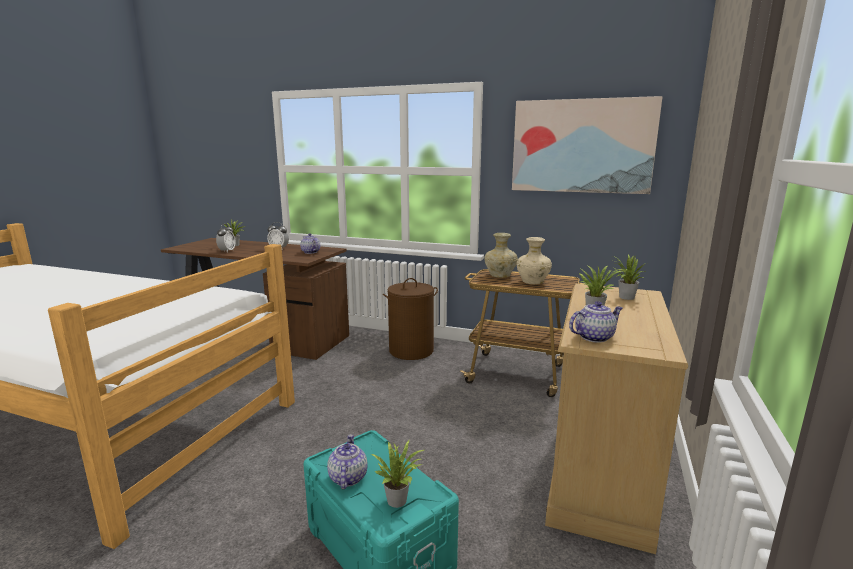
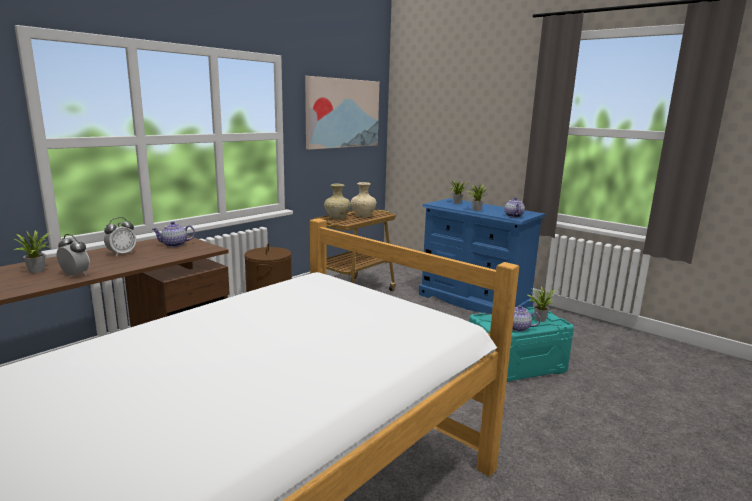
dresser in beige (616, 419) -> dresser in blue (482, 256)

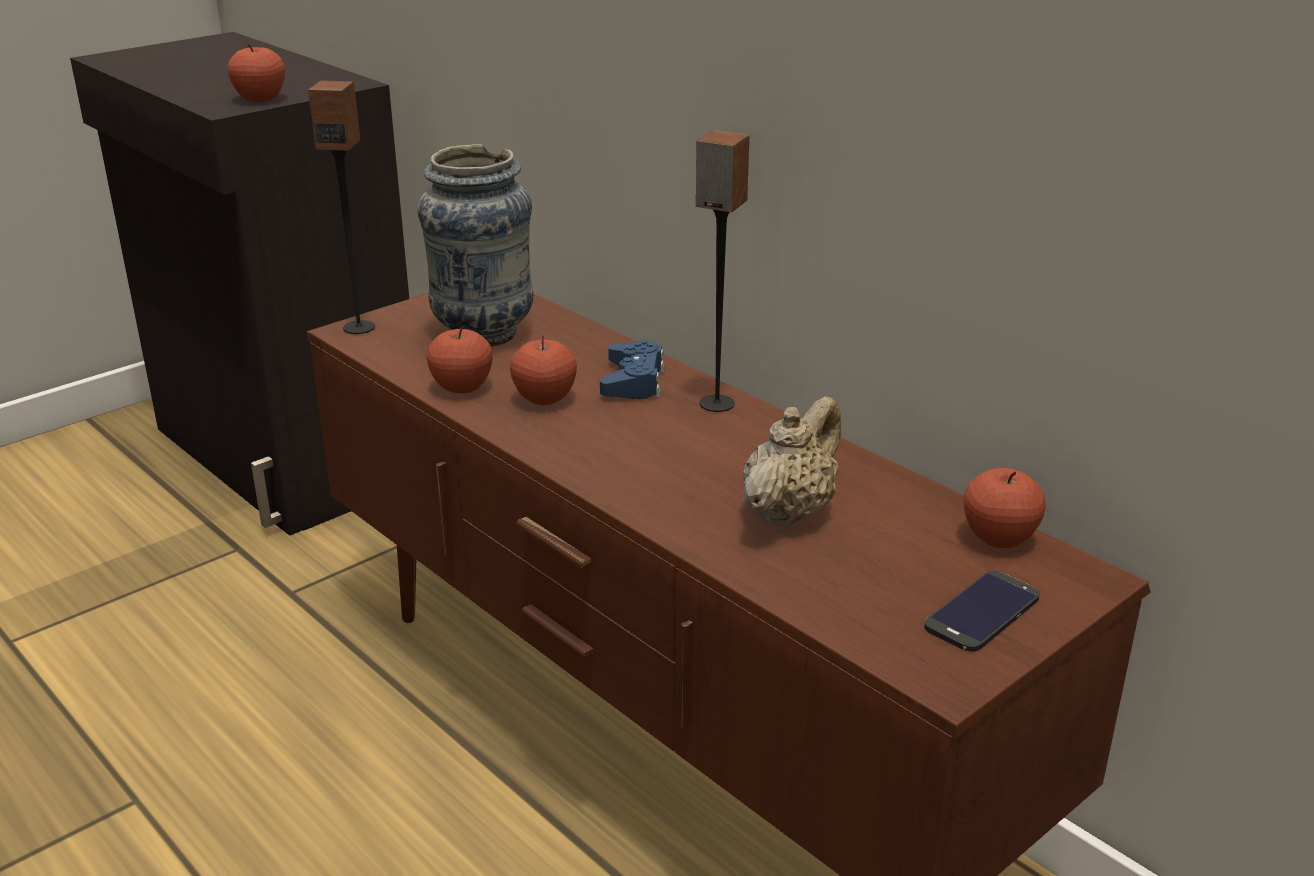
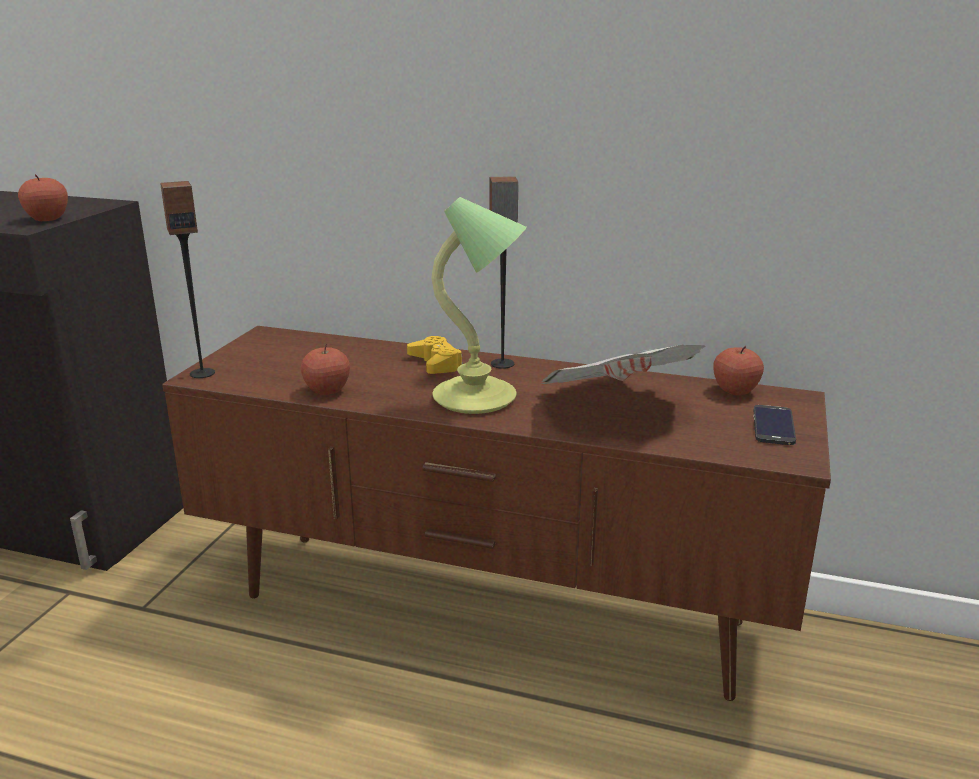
vase (475, 245) -> none
apple (543, 370) -> none
game controller in blue (632, 369) -> game controller in yellow (435, 355)
teapot in beige (792, 462) -> newspaper (623, 364)
none -> table lamp (479, 305)

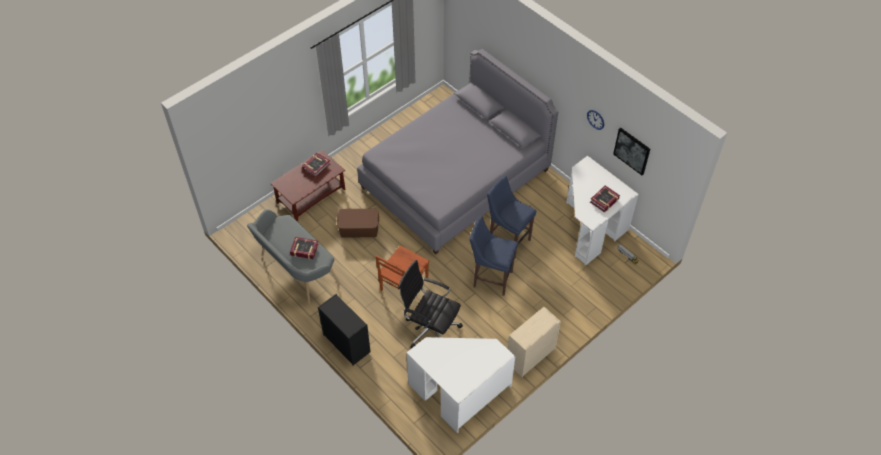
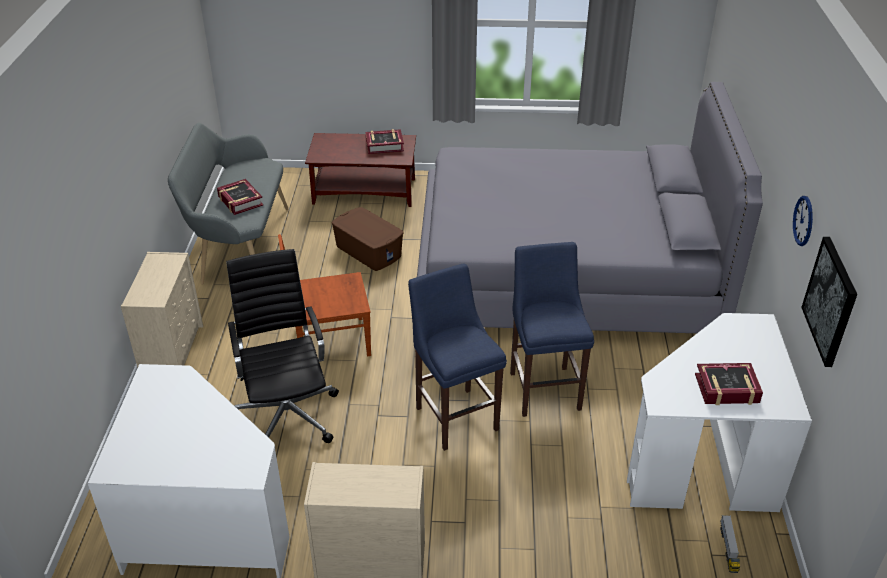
dresser in black (344, 329) -> dresser in beige (162, 310)

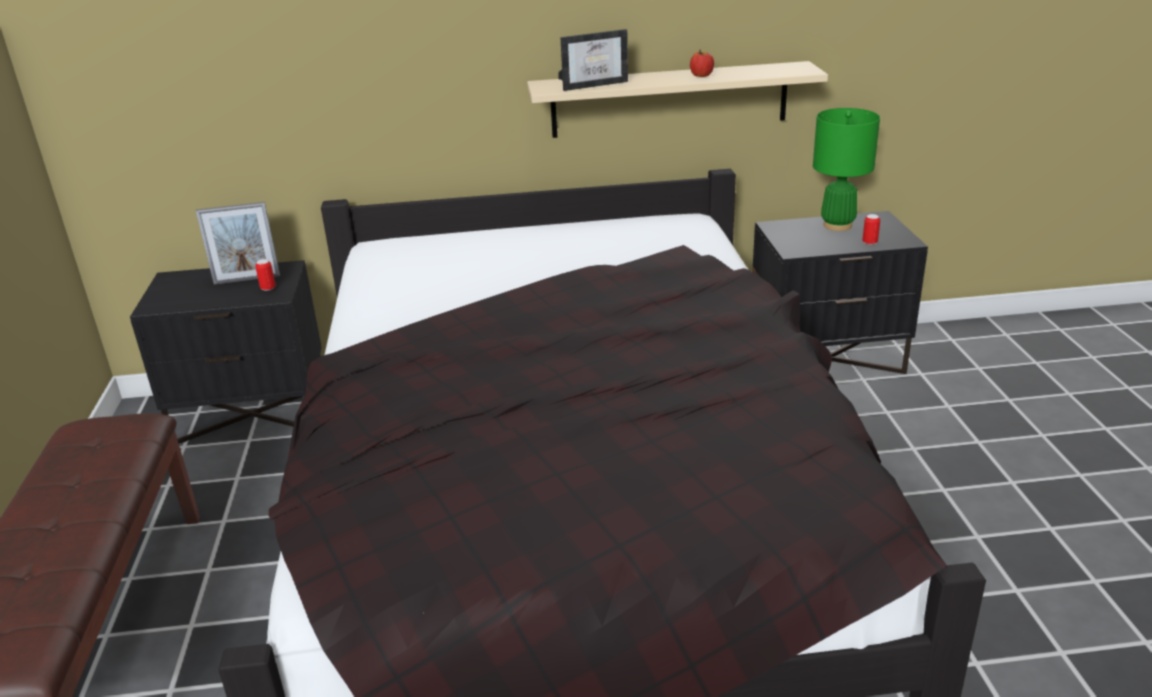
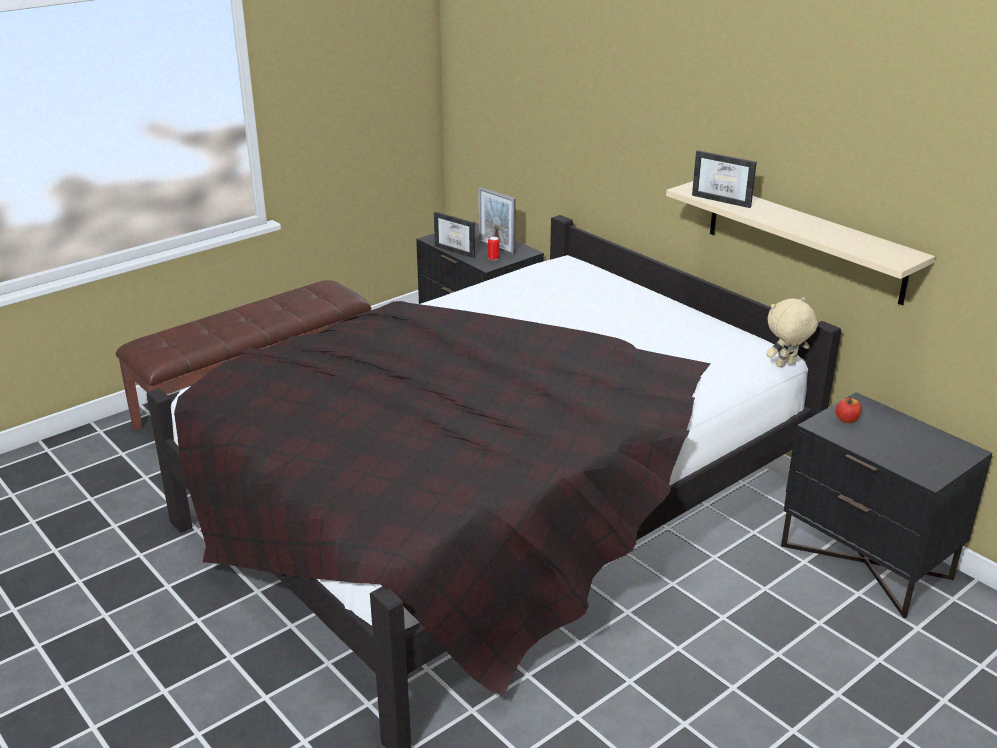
apple (702, 63) -> apple (849, 410), shifted
table lamp in green (846, 169) -> none
can (871, 229) -> none
none -> picture frame (454, 235)
none -> plush toy in beige (792, 332)

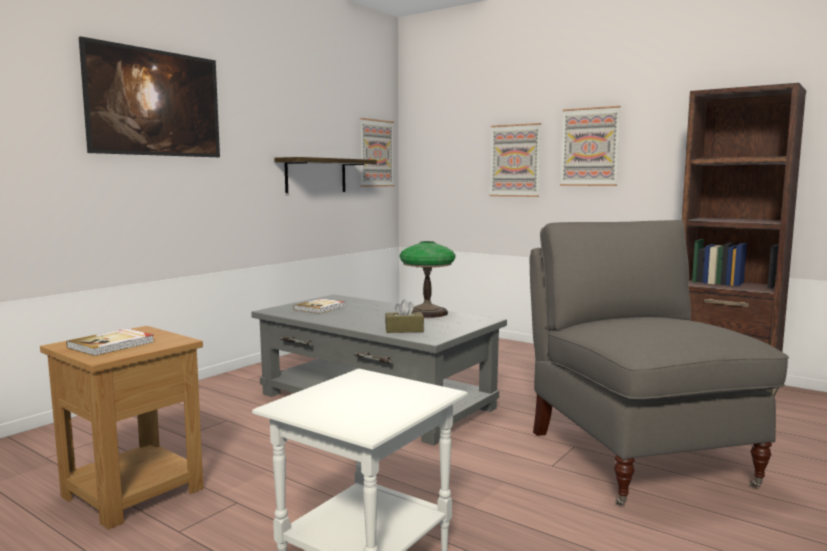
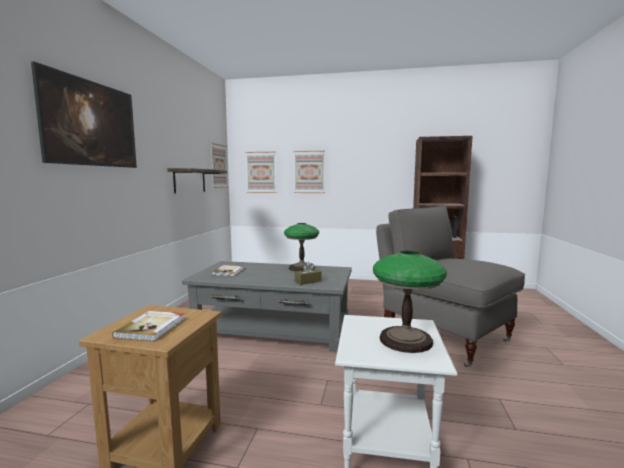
picture (590, 146) -> picture (260, 172), shifted
none -> table lamp (410, 302)

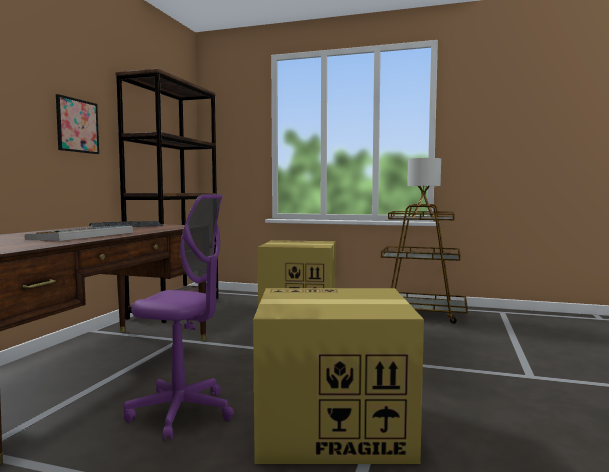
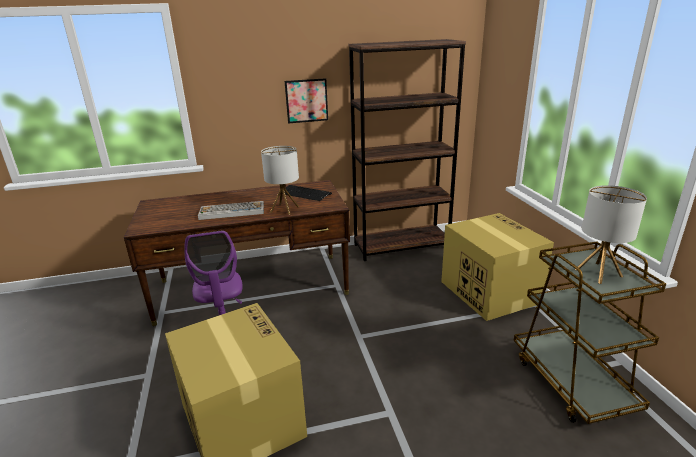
none -> table lamp (280, 180)

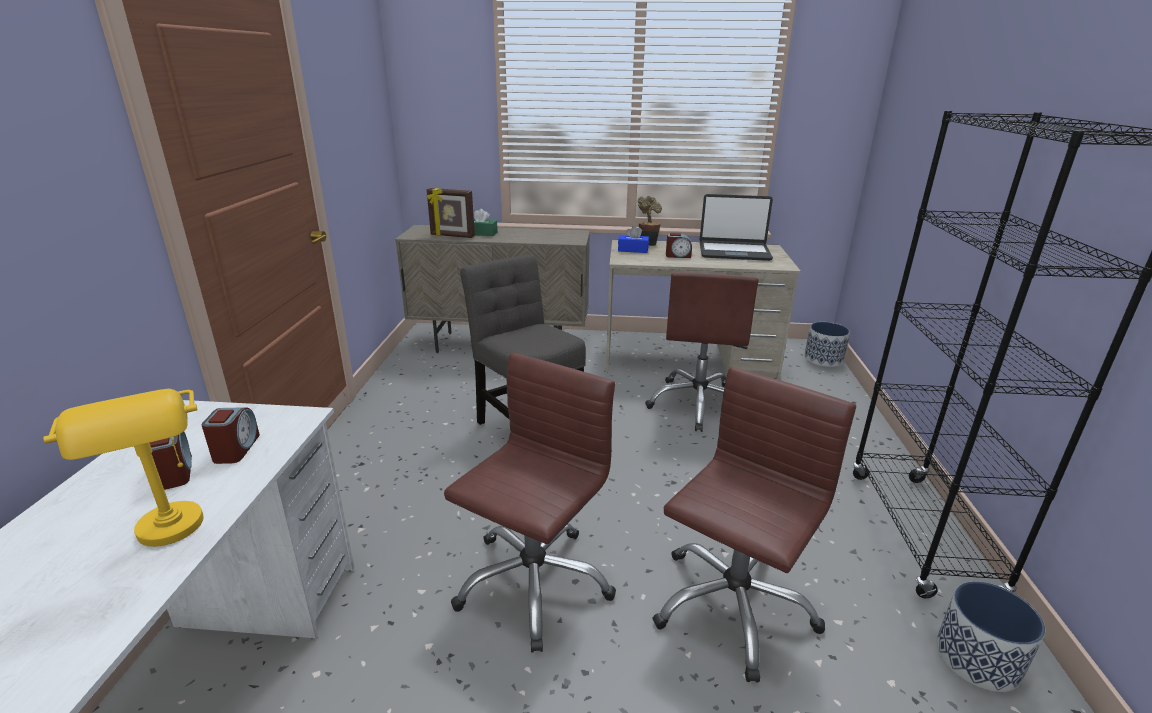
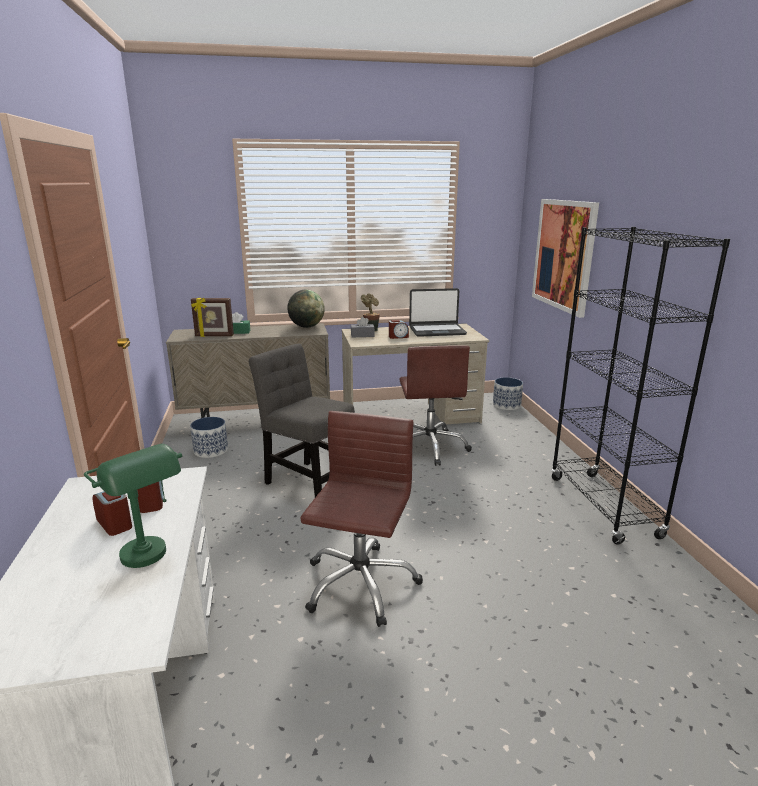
tissue box in blue (633, 239) -> tissue box in grey (363, 327)
office chair in brown (754, 524) -> none
table lamp in yellow (123, 468) -> table lamp in green (133, 506)
planter (990, 636) -> planter (209, 437), shifted
none -> picture (565, 258)
none -> globe (306, 309)

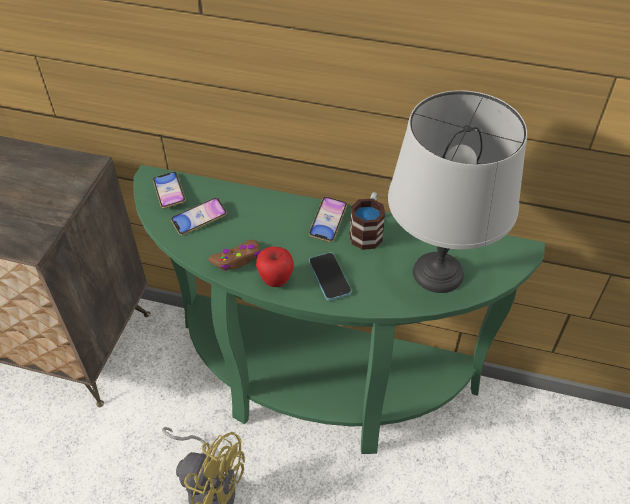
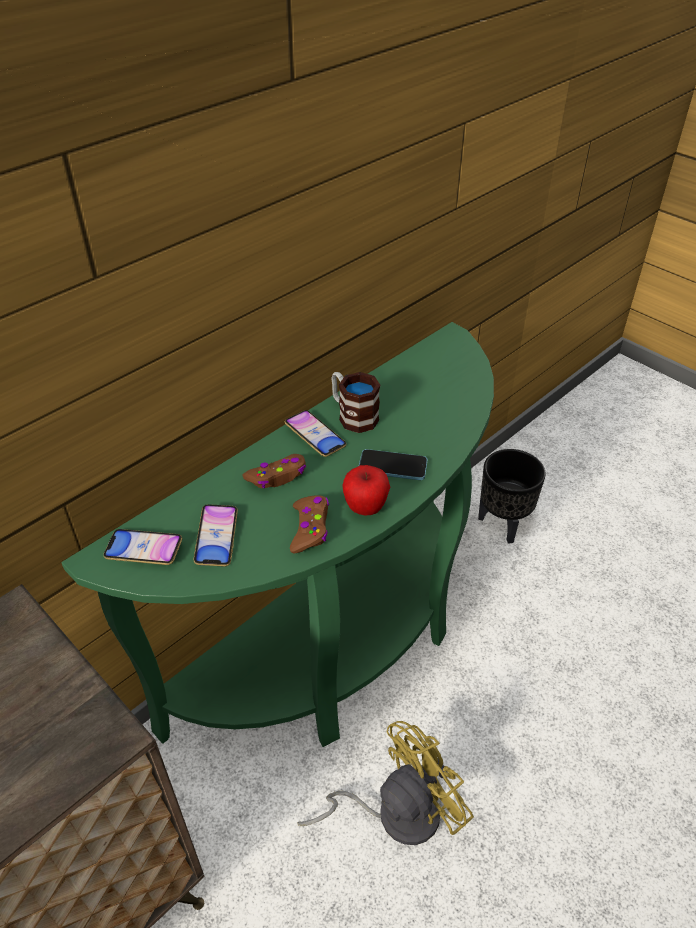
table lamp in grey (457, 191) -> none
none -> planter in black (512, 496)
none -> game controller in brown (274, 471)

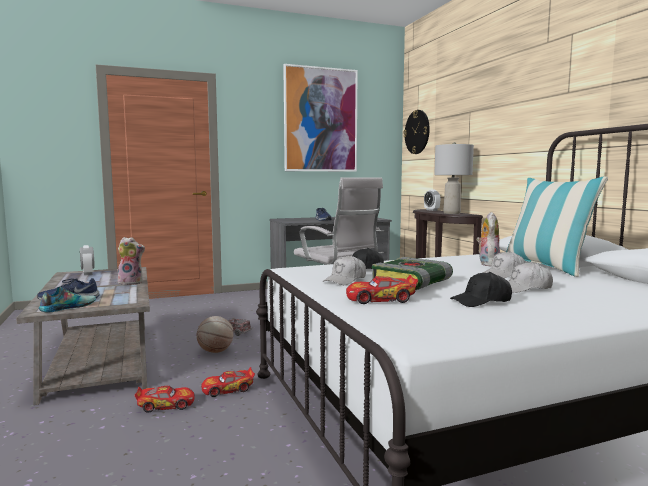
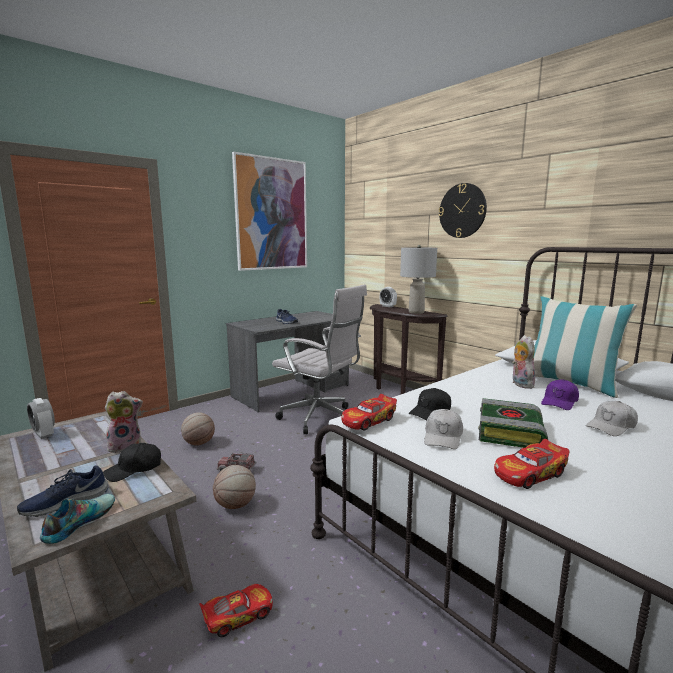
wall clock (417, 132) -> wall clock (463, 210), shifted
cap in white (504, 264) -> cap in purple (560, 394)
cap in black (481, 289) -> cap in black (132, 462), shifted
toy car (228, 382) -> toy car (369, 412), shifted
none -> basketball (198, 429)

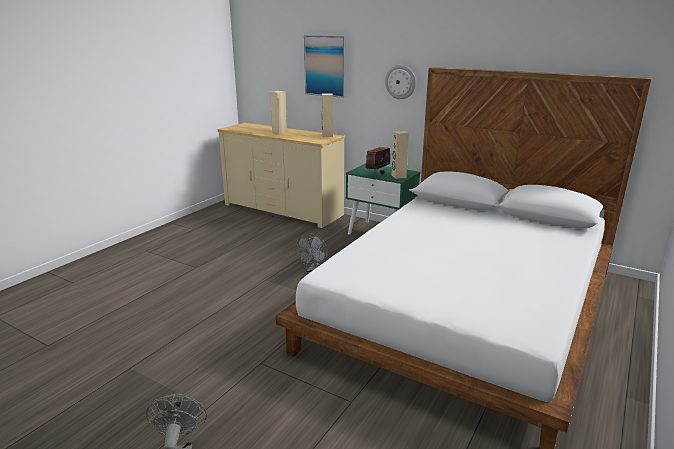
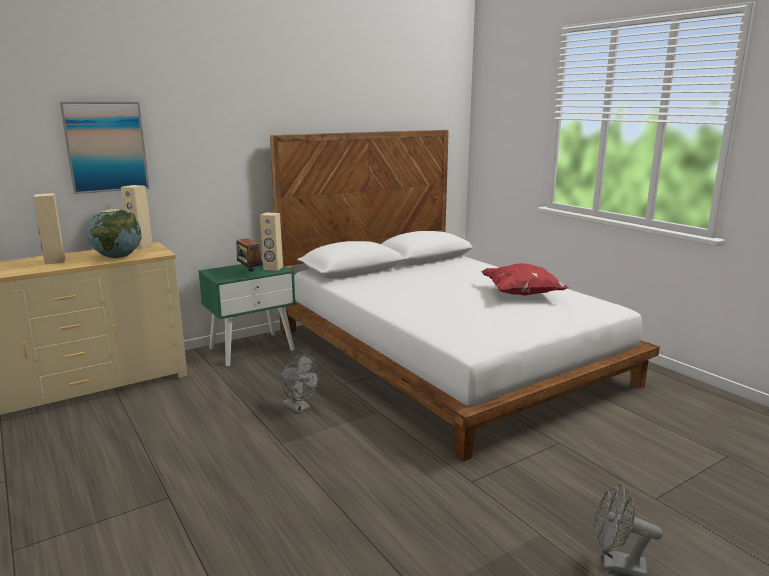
wall clock (400, 82) -> none
none -> globe (114, 233)
none -> pillow in red (525, 279)

